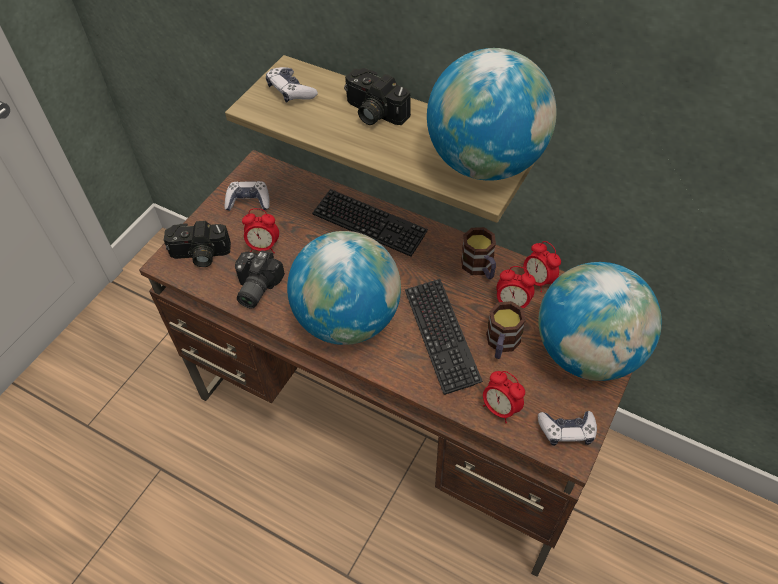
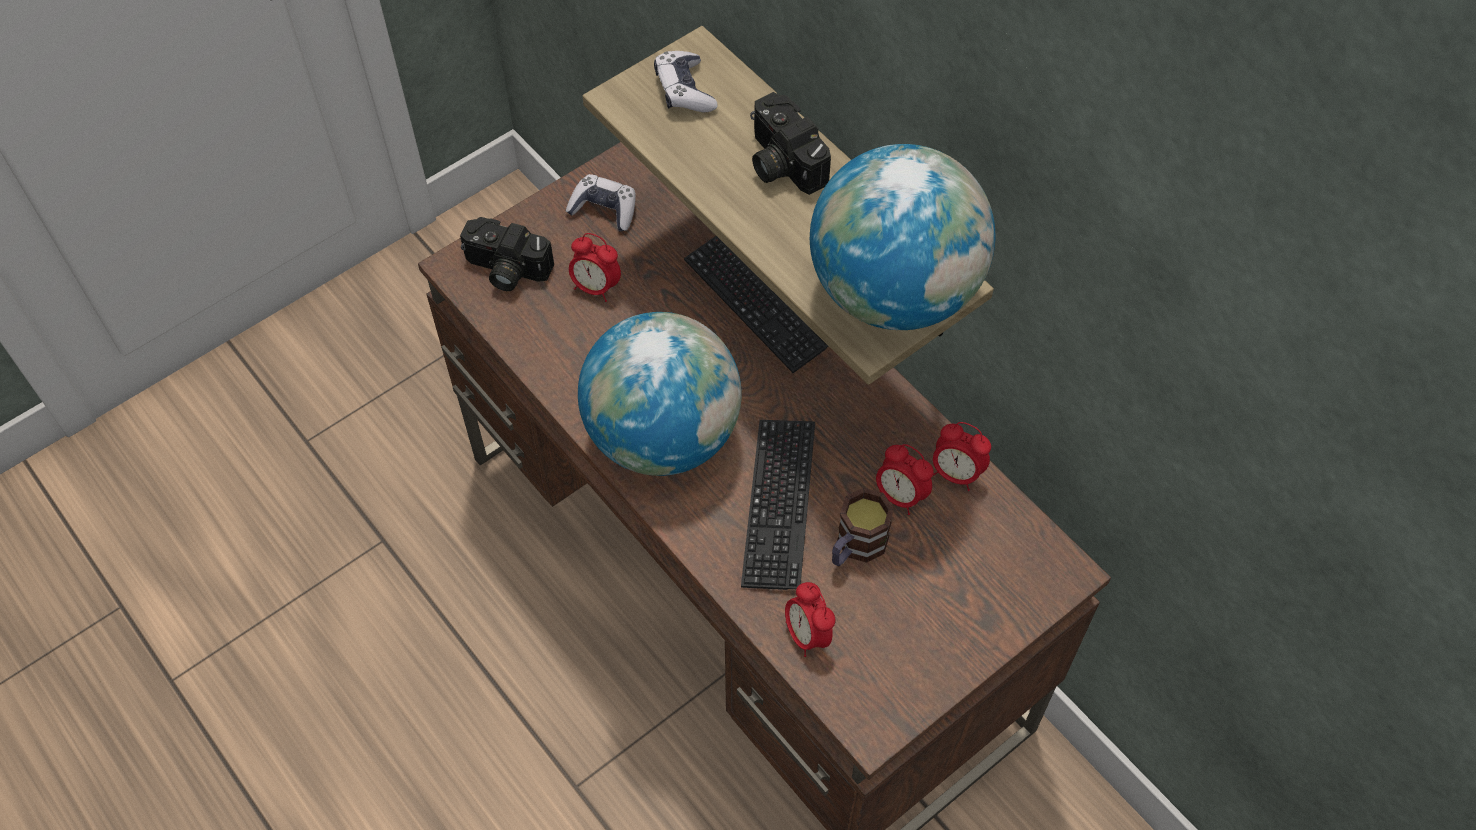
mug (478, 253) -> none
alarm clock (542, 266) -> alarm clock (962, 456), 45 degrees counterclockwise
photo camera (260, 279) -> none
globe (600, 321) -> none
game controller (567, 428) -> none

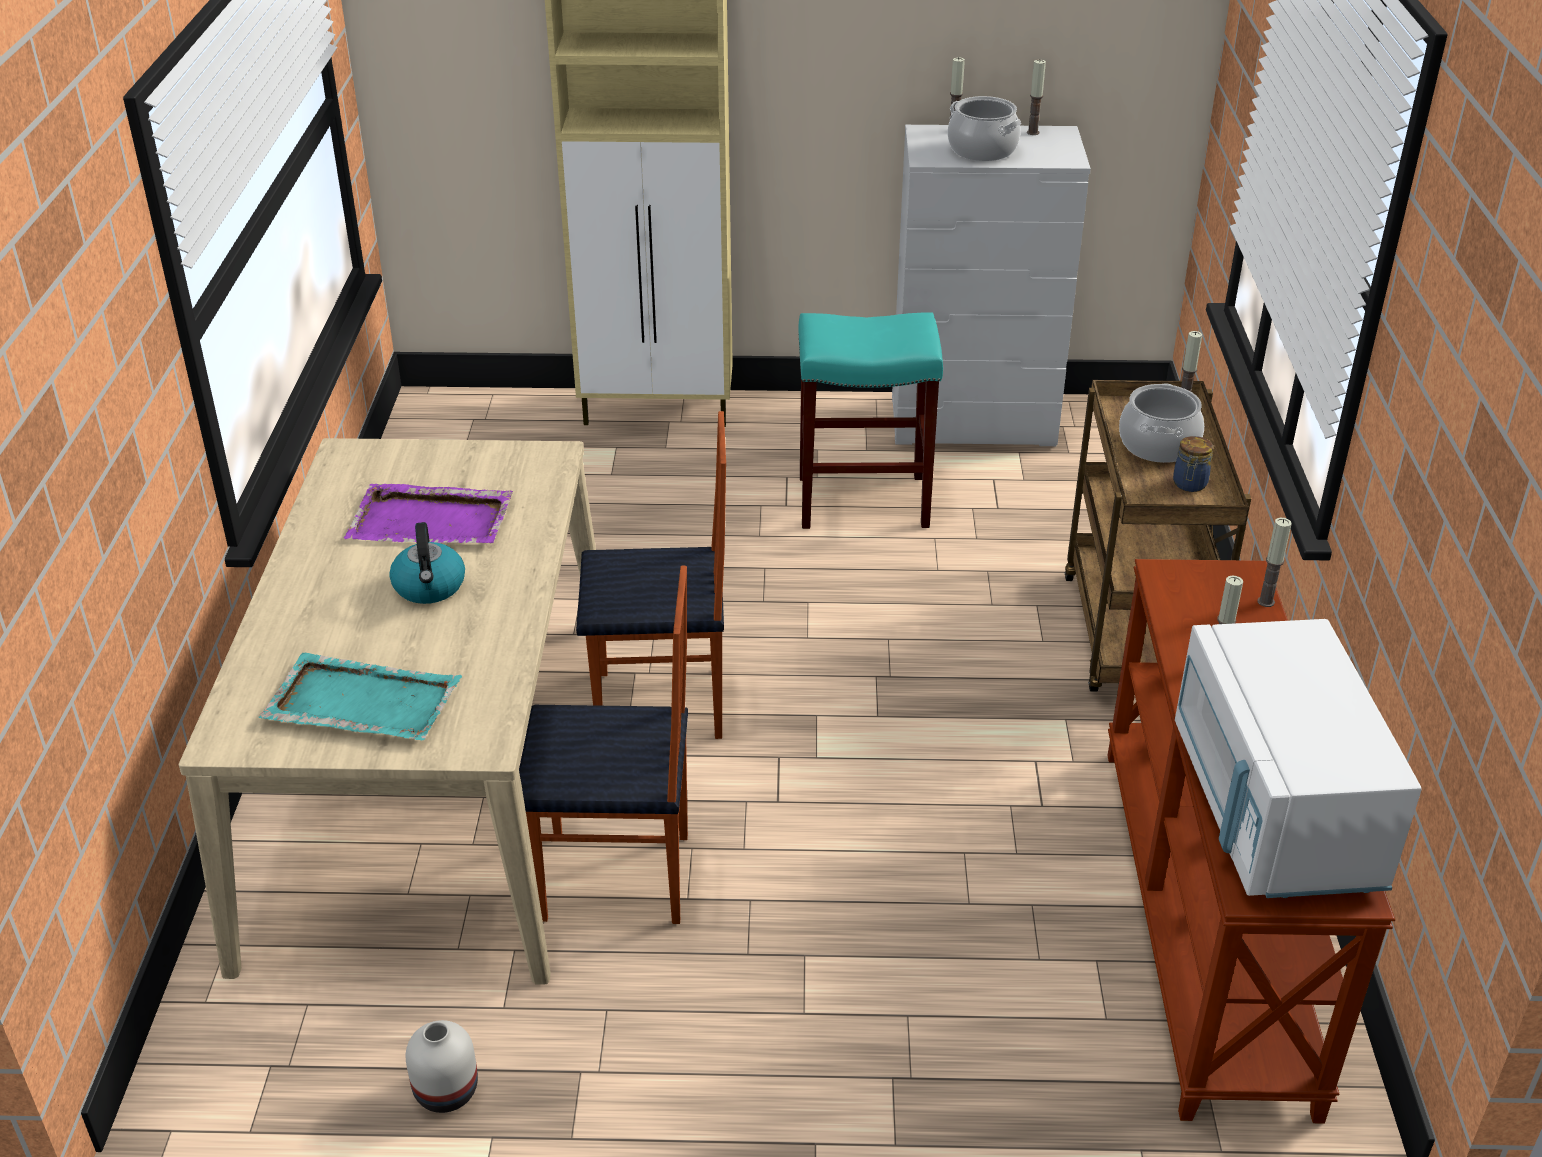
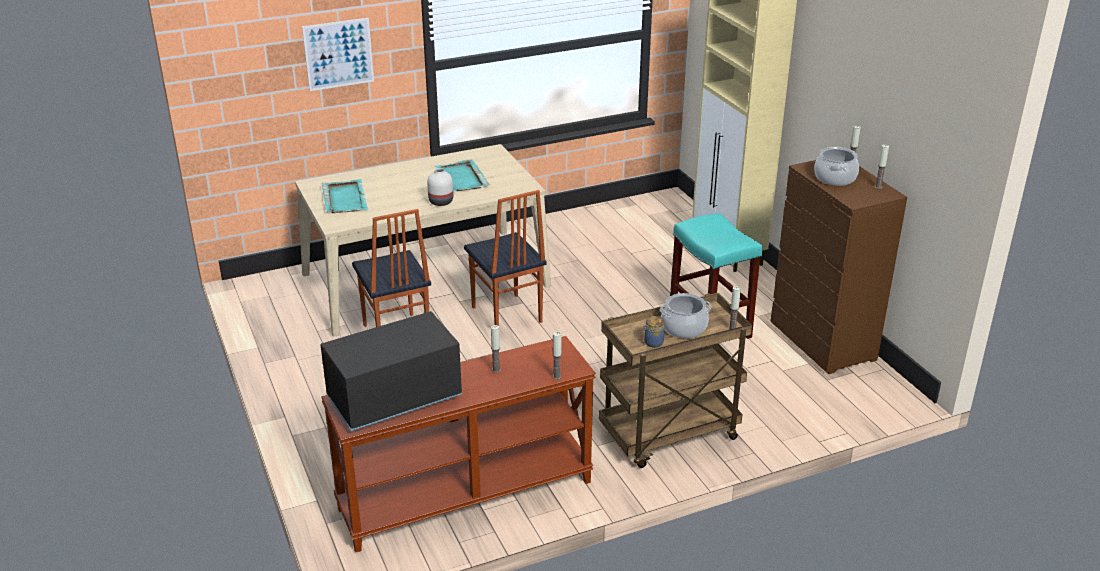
dresser in white (991, 285) -> dresser in brown (838, 267)
tray in purple (428, 513) -> tray in turquoise (462, 175)
kettle (427, 563) -> none
microwave in white (1298, 758) -> microwave in black (391, 371)
vase in white (442, 1066) -> vase in white (440, 187), shifted
none -> picture (338, 54)

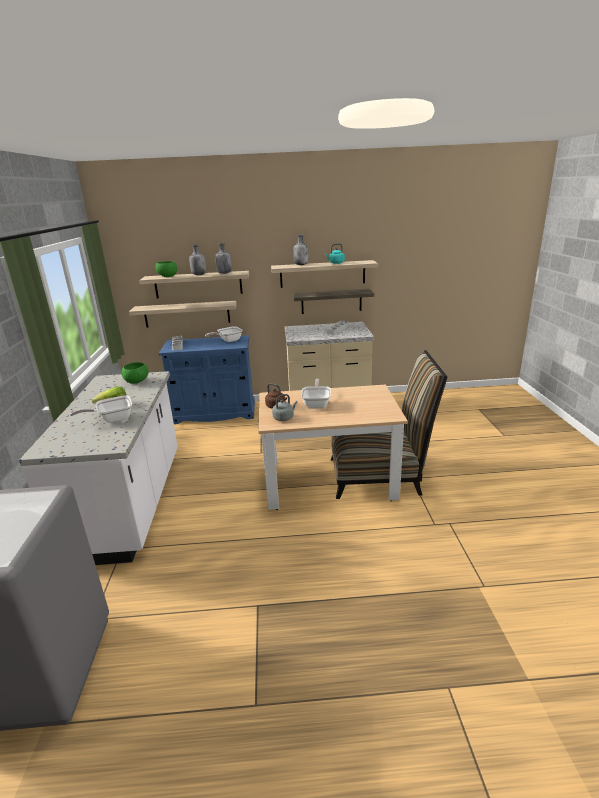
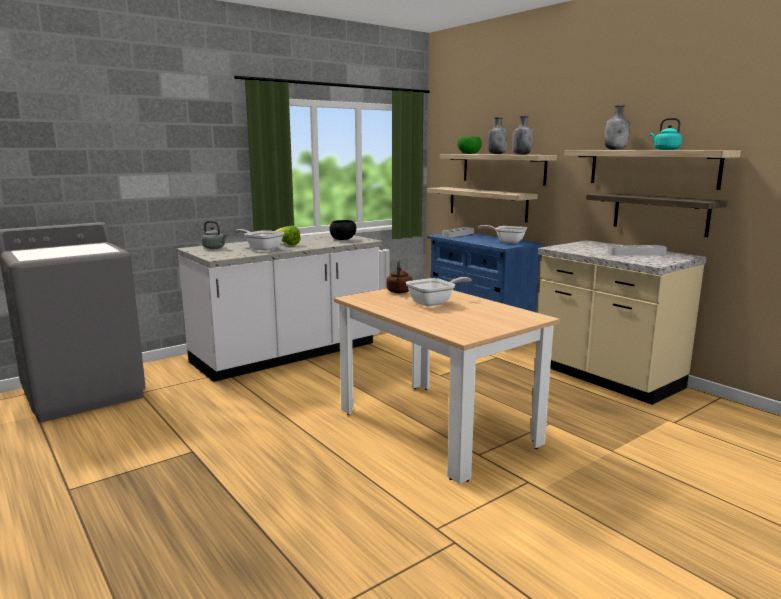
chair (389, 424) -> none
bowl in green (135, 373) -> bowl in black (343, 230)
kettle in grey (284, 407) -> kettle in grey (214, 235), shifted

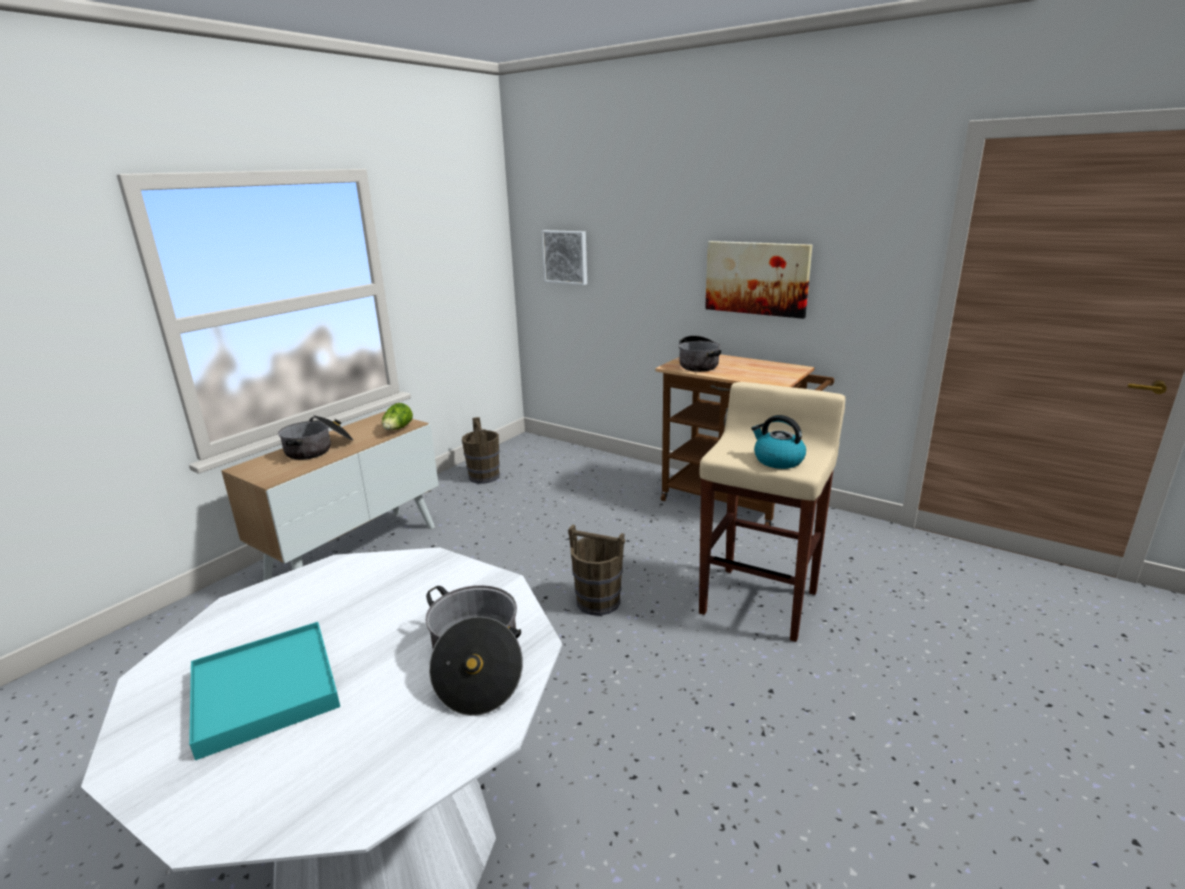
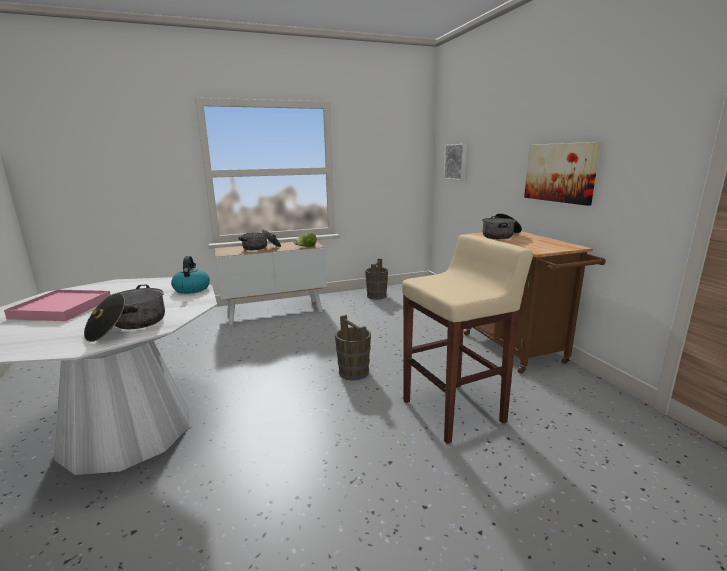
kettle (778, 442) -> kettle (190, 275), shifted
tray in turquoise (264, 691) -> tray in pink (57, 305)

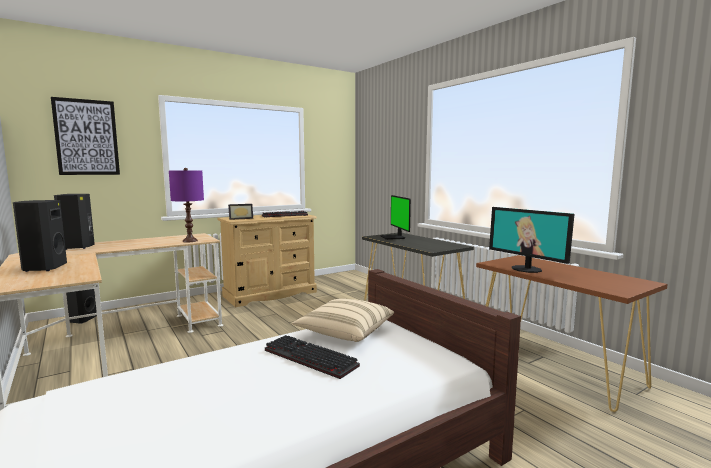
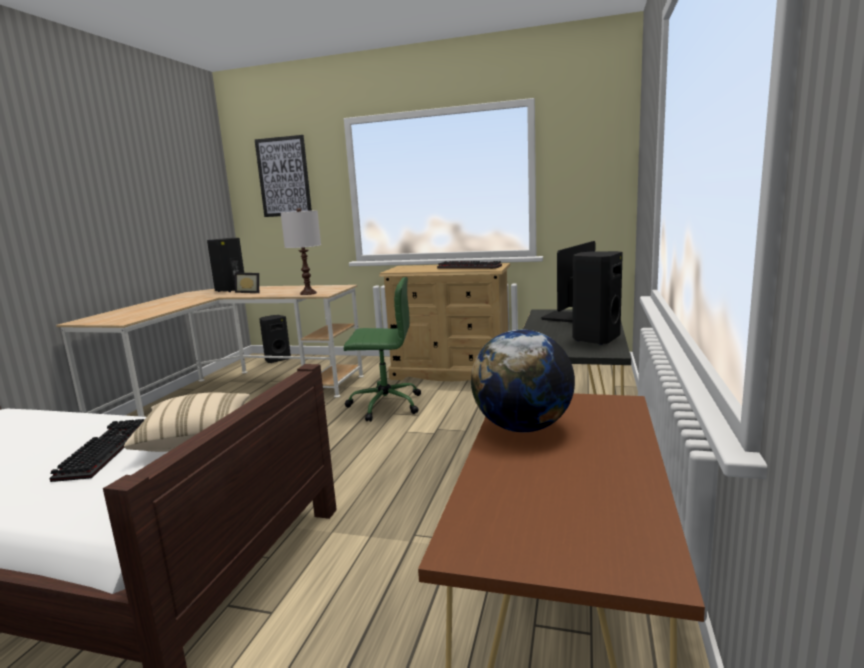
table lamp in purple (186, 205) -> table lamp in white (301, 251)
speaker in black (40, 236) -> speaker in black (597, 298), shifted
picture frame (240, 212) -> picture frame (247, 283), shifted
monitor (531, 240) -> globe (523, 381)
none -> office chair in green (382, 349)

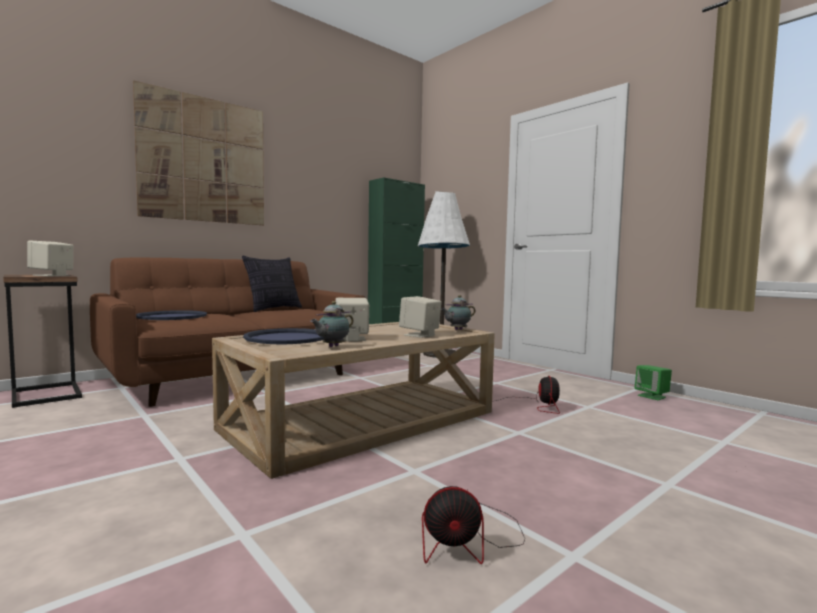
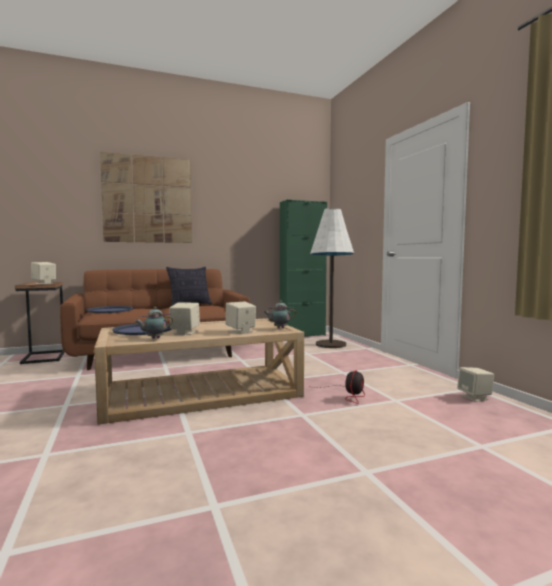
speaker in green (653, 382) -> speaker in beige (475, 384)
fan (473, 525) -> none

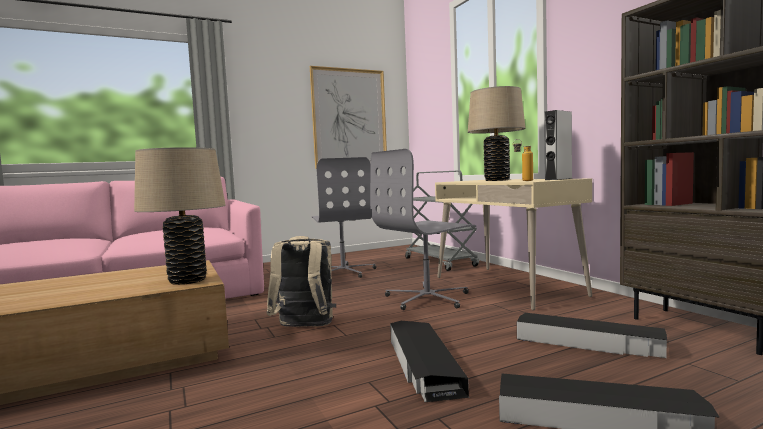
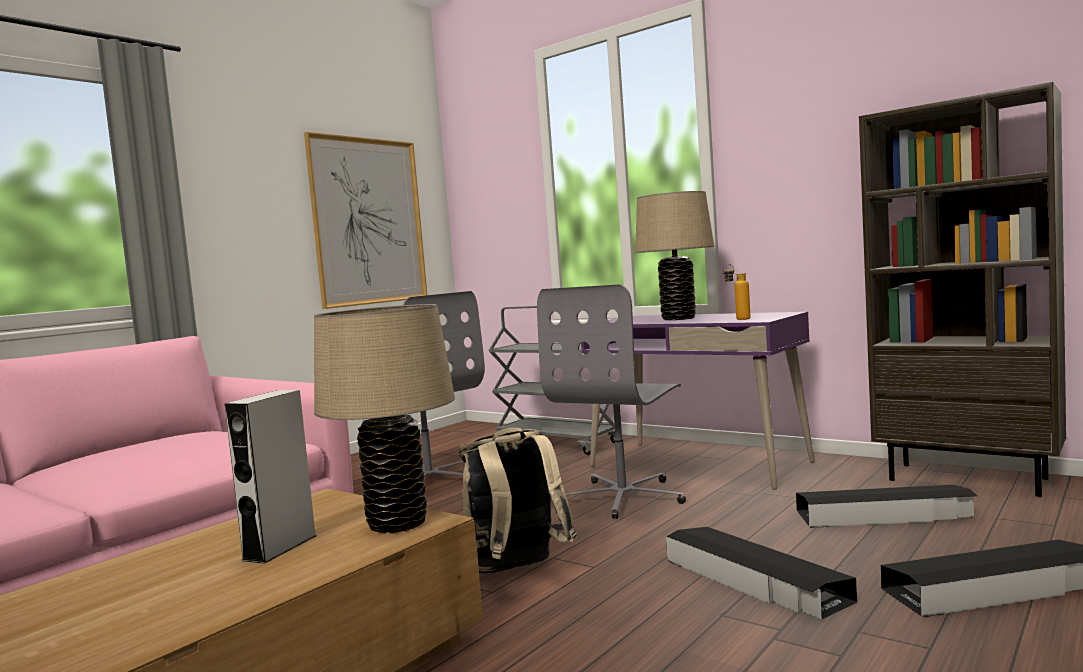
speaker in grey (558, 145) -> speaker in grey (270, 477), shifted
desk in beige (513, 244) -> desk in purple (698, 401)

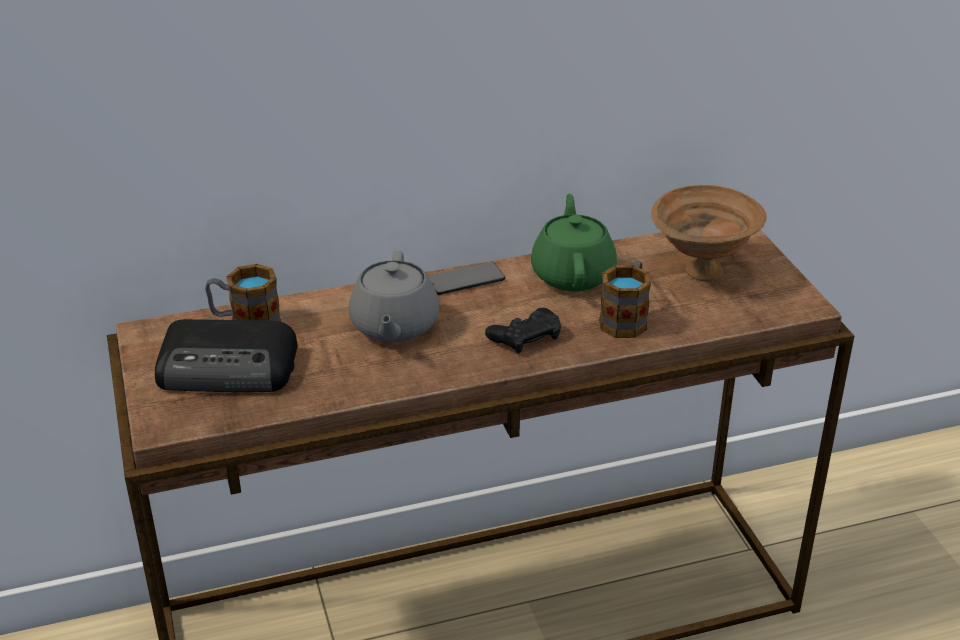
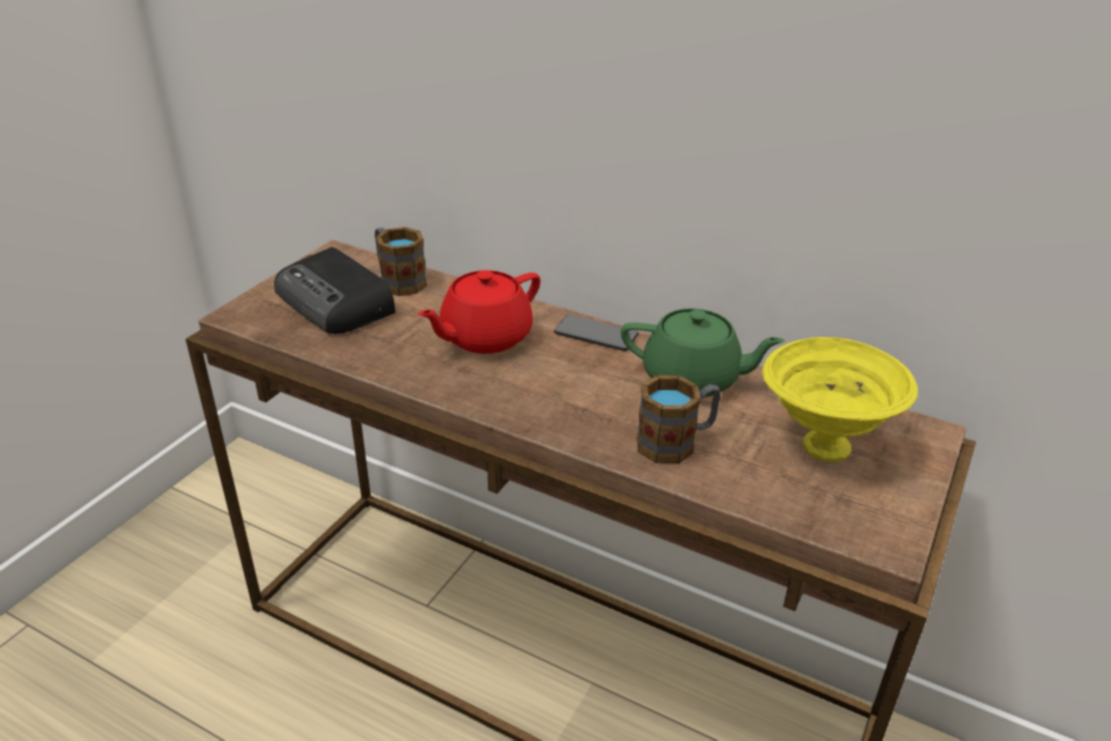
bowl in brown (709, 233) -> bowl in yellow (840, 399)
teapot in green (574, 242) -> teapot in green (703, 352), 60 degrees clockwise
teapot in grey (394, 296) -> teapot in red (479, 312)
game controller in black (523, 331) -> none

